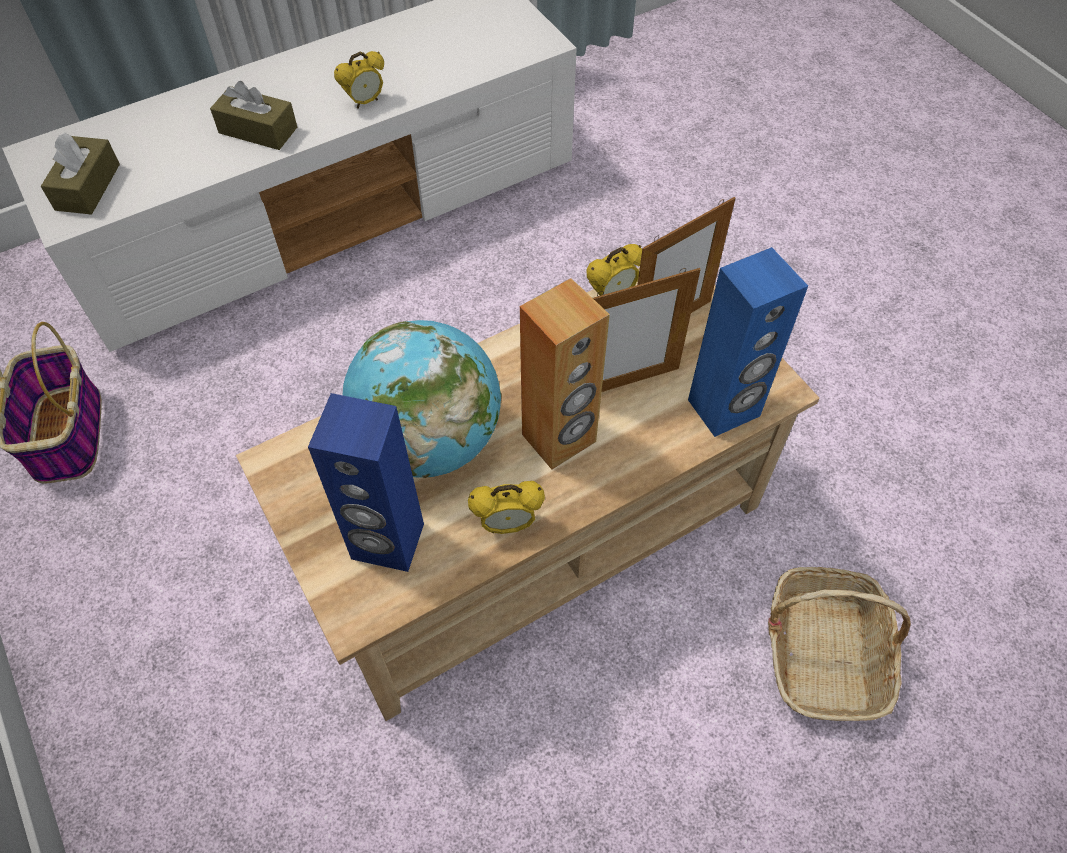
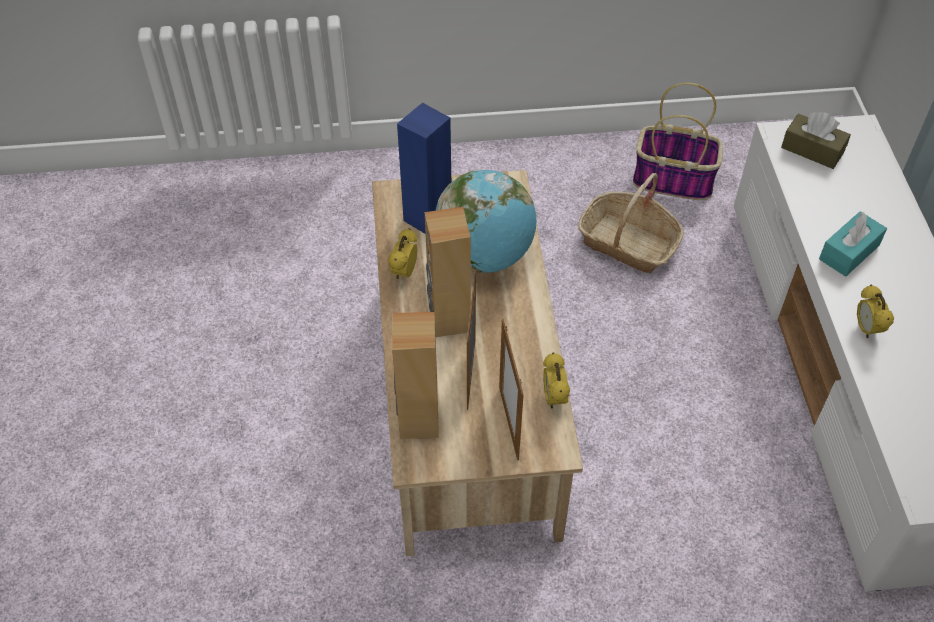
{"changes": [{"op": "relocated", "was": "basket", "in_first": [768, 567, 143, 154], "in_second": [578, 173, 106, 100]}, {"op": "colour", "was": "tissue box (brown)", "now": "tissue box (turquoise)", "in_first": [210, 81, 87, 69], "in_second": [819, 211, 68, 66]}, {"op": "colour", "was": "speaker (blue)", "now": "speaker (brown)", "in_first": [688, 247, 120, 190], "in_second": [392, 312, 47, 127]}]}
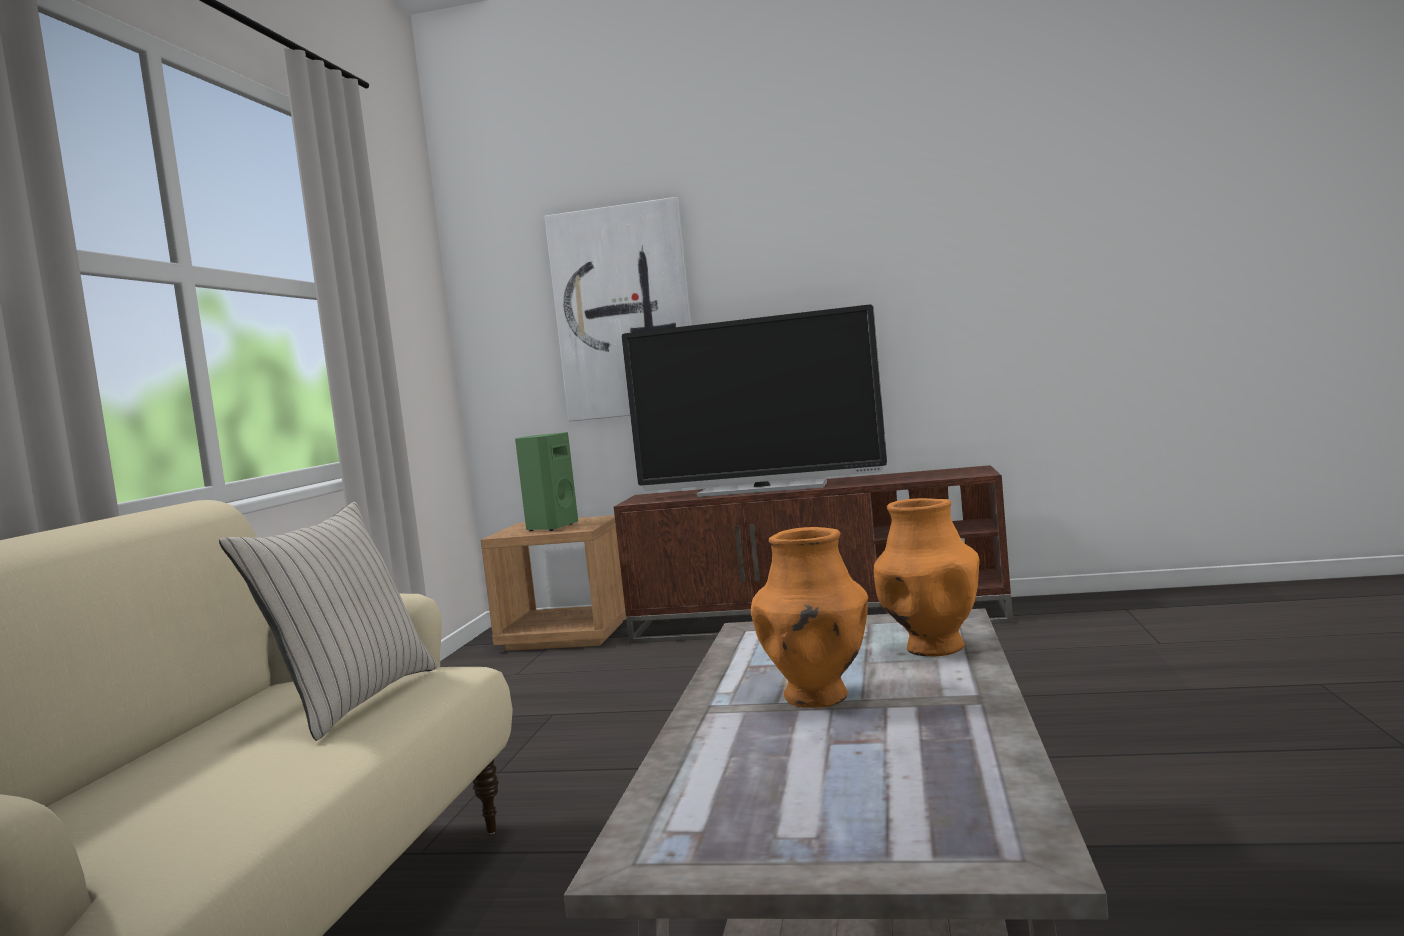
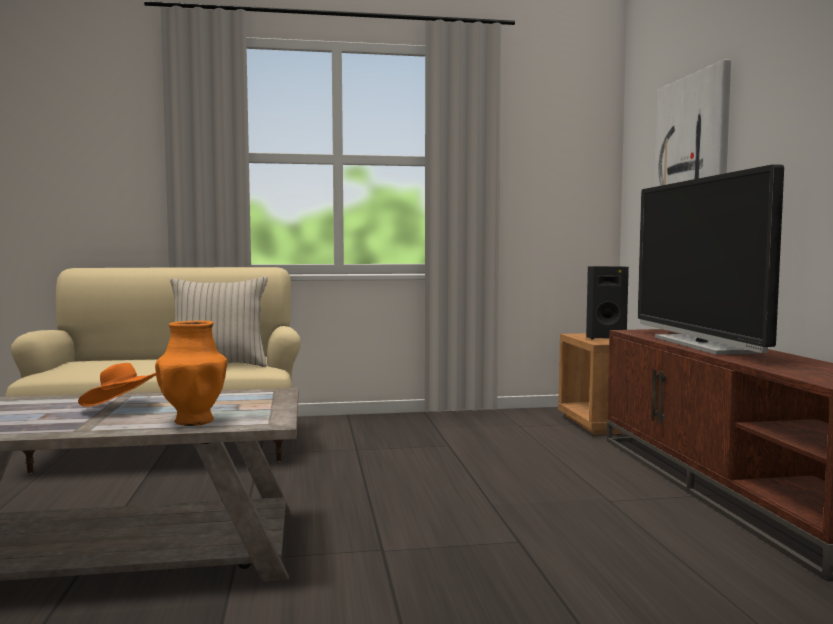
{"changes": [{"op": "exchanged", "was": "vase (orange)", "now": "hat (orange)", "in_first": [751, 527, 117, 181], "in_second": [78, 363, 78, 43]}, {"op": "colour", "was": "speaker (green)", "now": "speaker (black)", "in_first": [515, 432, 63, 99], "in_second": [586, 266, 43, 73]}]}
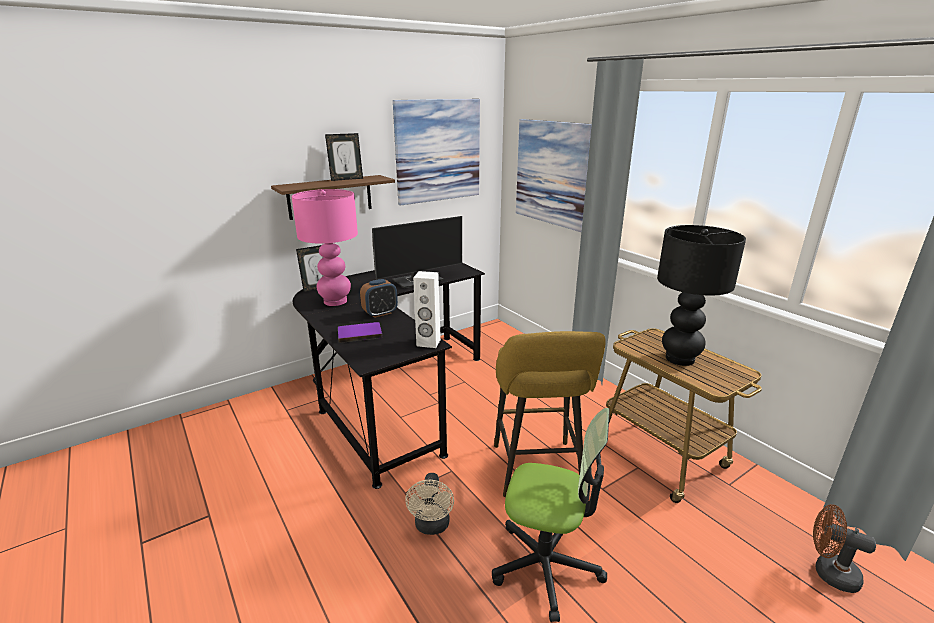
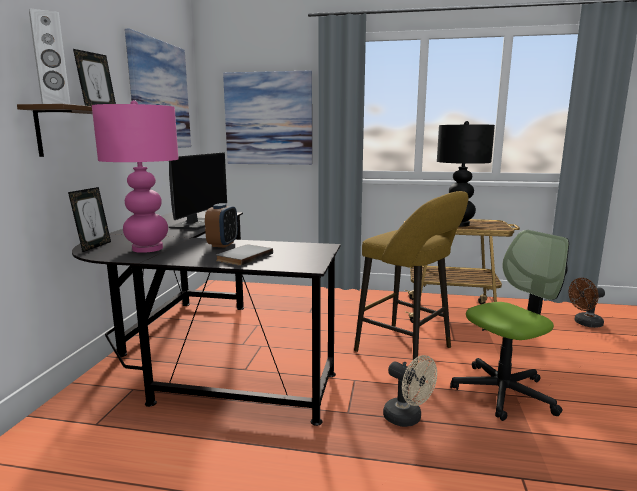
{"changes": [{"op": "relocated", "was": "speaker (white)", "in_first": [413, 271, 28, 77], "in_second": [29, 8, 41, 96]}, {"op": "colour", "was": "book (purple)", "now": "book (grey)", "in_first": [338, 322, 44, 21], "in_second": [216, 244, 57, 22]}]}
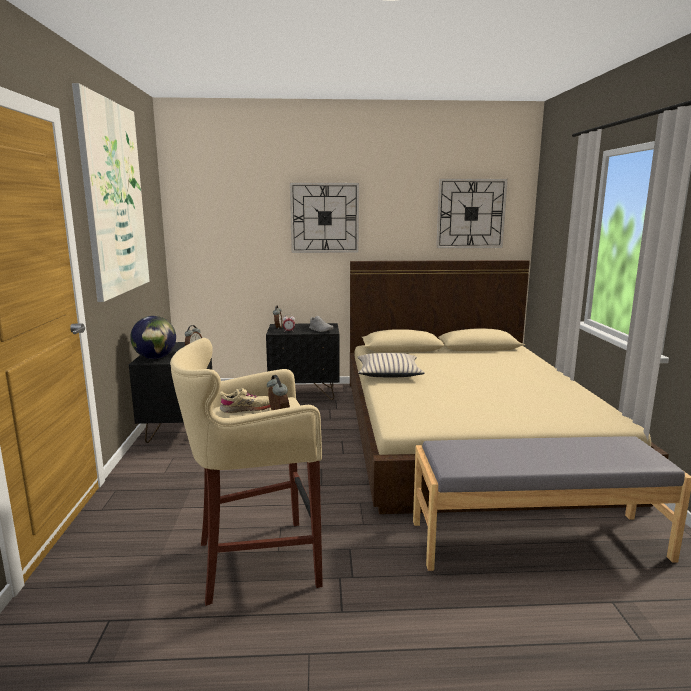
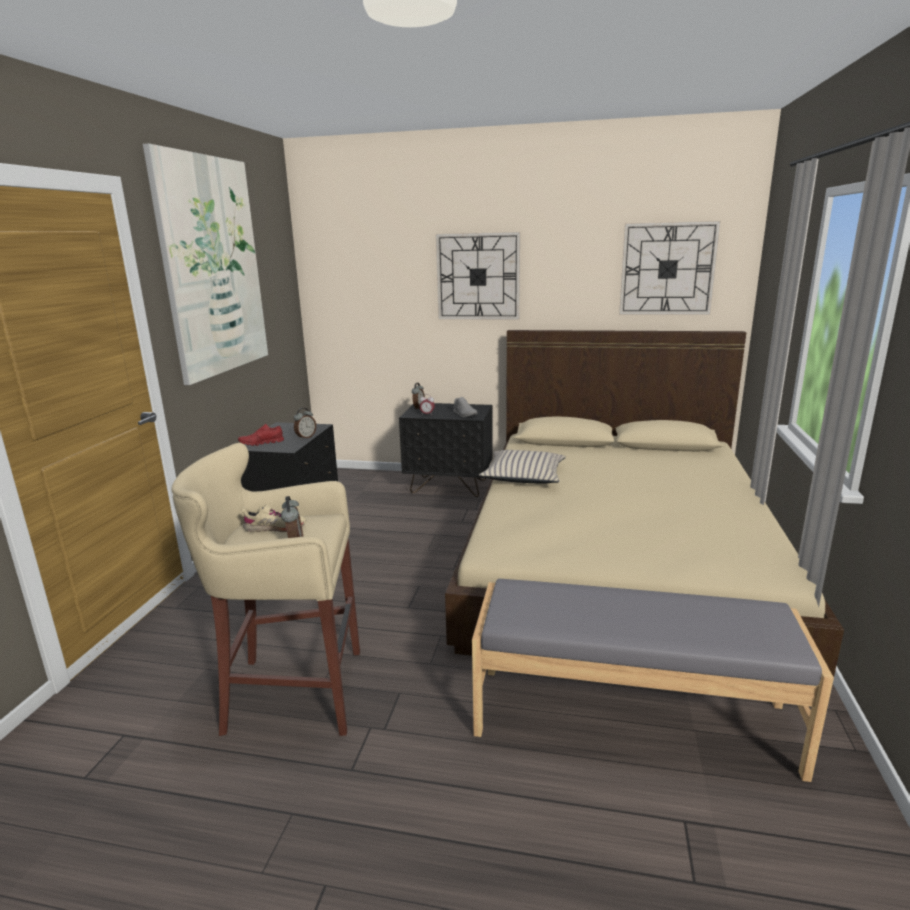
{"changes": [{"op": "exchanged", "was": "globe", "now": "shoe (red)", "in_first": [130, 316, 46, 43], "in_second": [238, 424, 46, 22]}]}
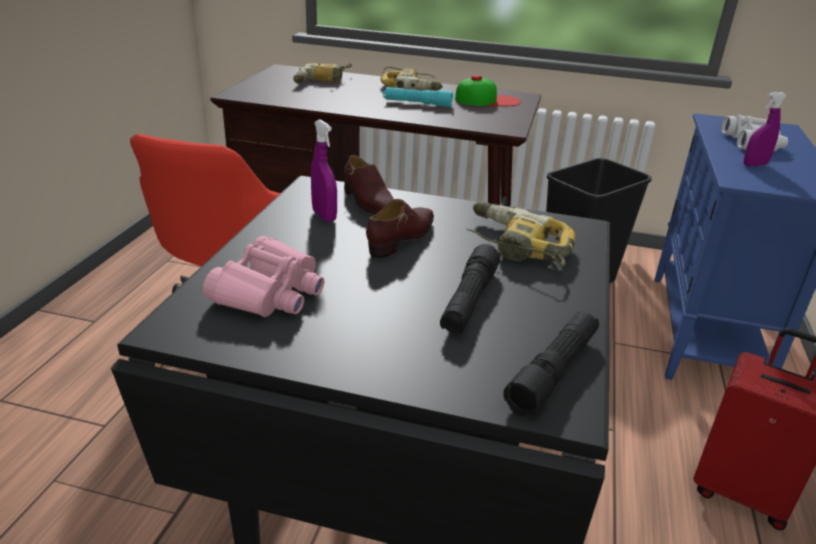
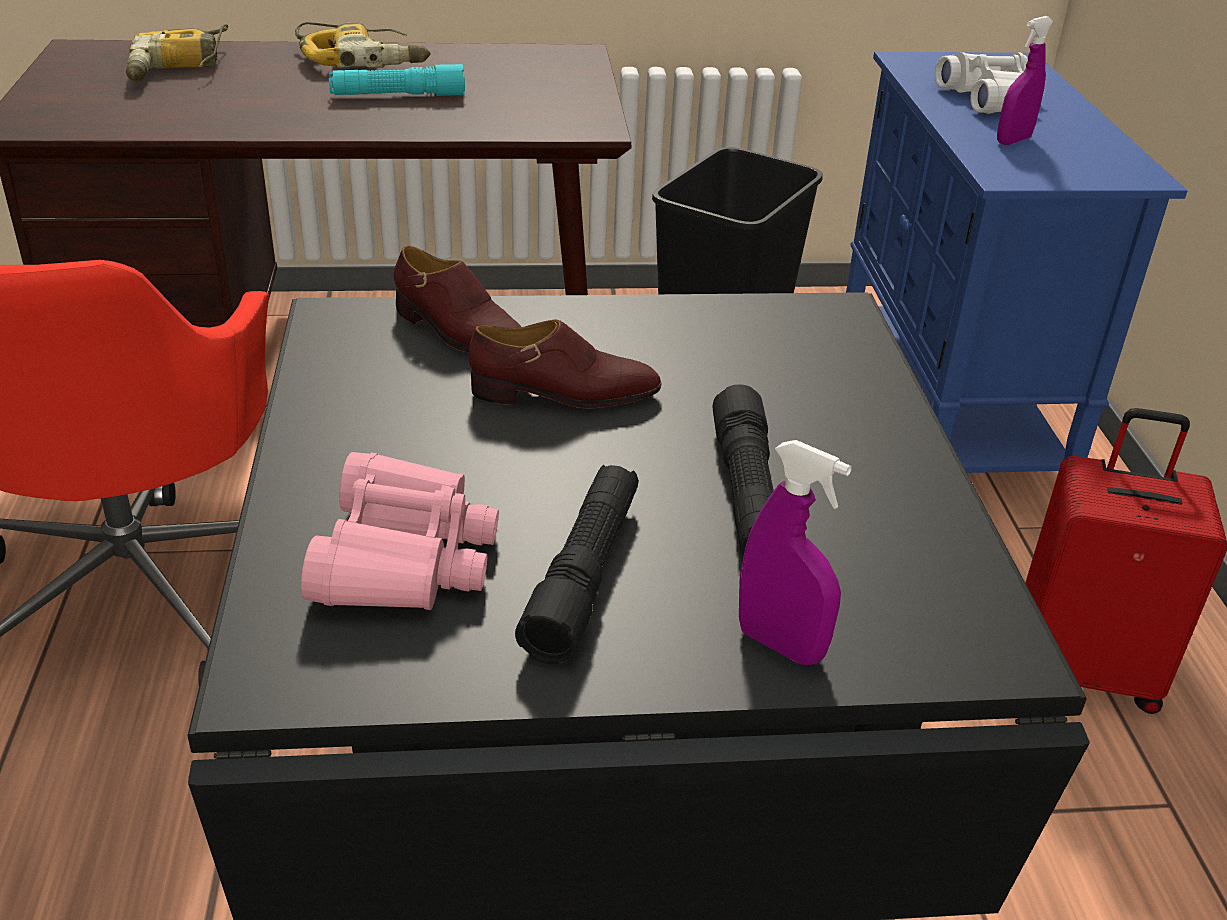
{"changes": [{"op": "missing", "was": "cap", "in_first": [455, 75, 66, 31]}, {"op": "missing", "was": "power drill", "in_first": [466, 201, 110, 66]}, {"op": "relocated", "was": "spray bottle (purple)", "in_first": [311, 119, 26, 103], "in_second": [739, 440, 113, 225]}, {"op": "relocated", "was": "flashlight (black)", "in_first": [503, 311, 96, 106], "in_second": [515, 465, 124, 199]}, {"op": "spun", "was": "shoe (brown)", "in_first": [366, 199, 68, 59], "in_second": [468, 319, 194, 89], "clockwise": 75}]}
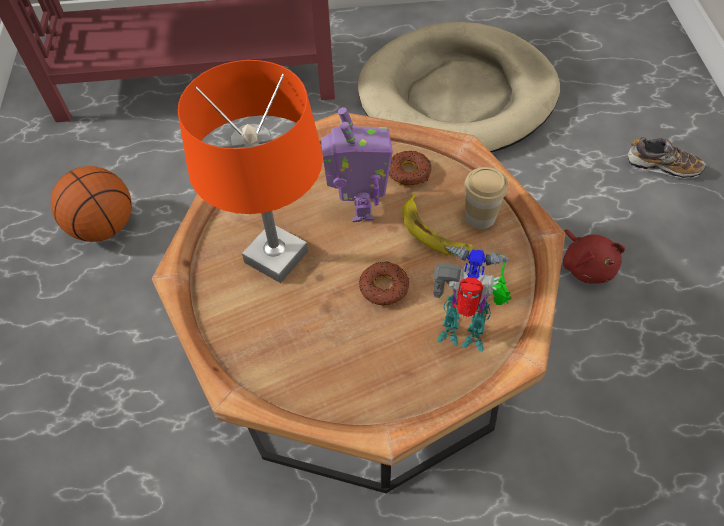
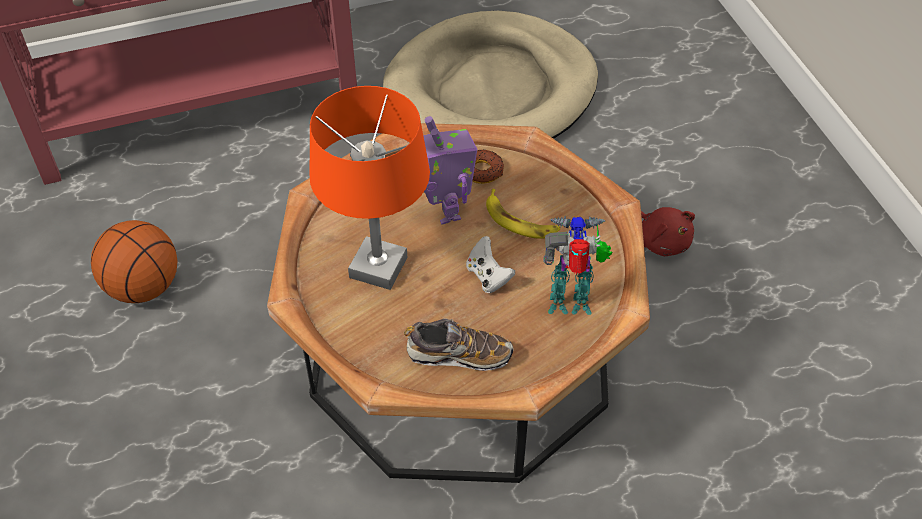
{"changes": [{"op": "missing", "was": "cup", "in_first": [464, 167, 44, 62]}, {"op": "relocated", "was": "shoe", "in_first": [628, 137, 78, 42], "in_second": [404, 318, 109, 53]}, {"op": "exchanged", "was": "donut", "now": "game controller (white)", "in_first": [359, 261, 50, 45], "in_second": [466, 236, 49, 57]}]}
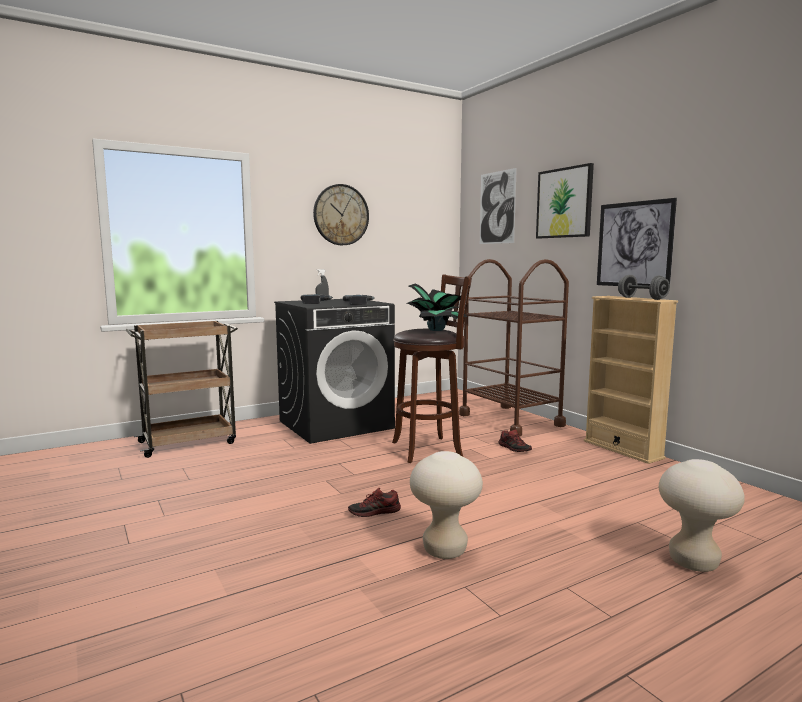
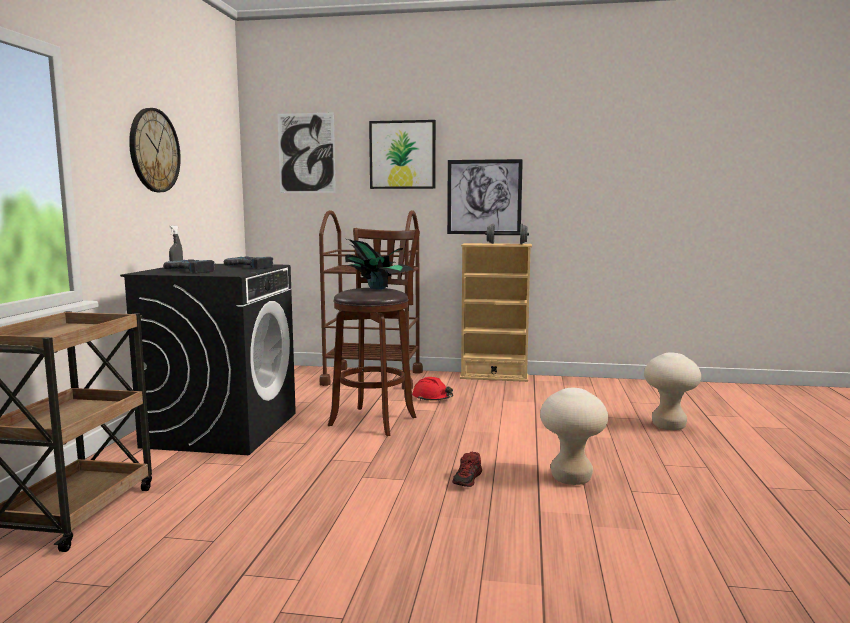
{"changes": [{"op": "exchanged", "was": "shoe", "now": "hard hat (red)", "in_first": [498, 430, 34, 22], "in_second": [412, 377, 41, 24]}]}
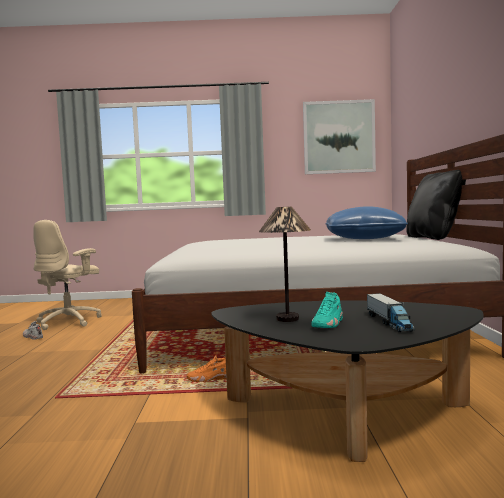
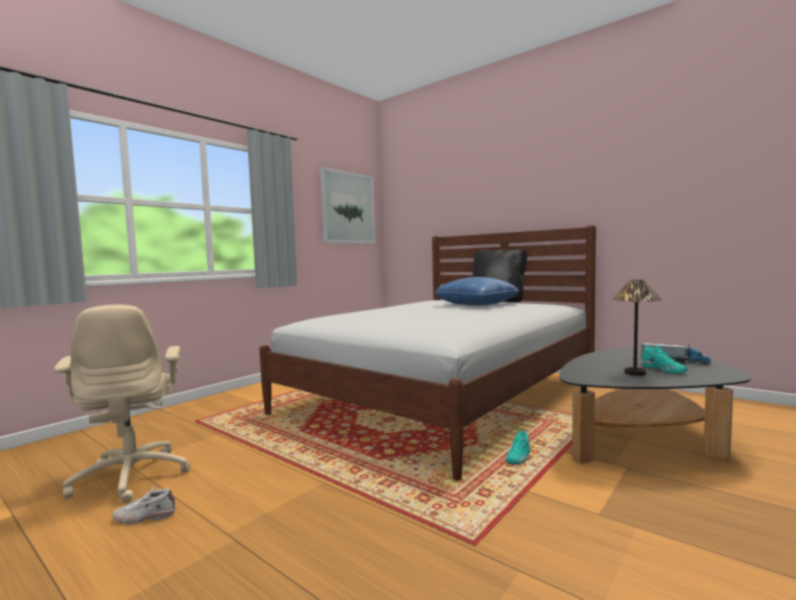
{"changes": [{"op": "colour", "was": "shoe (orange)", "now": "shoe (turquoise)", "in_first": [187, 356, 39, 26], "in_second": [506, 430, 24, 34]}]}
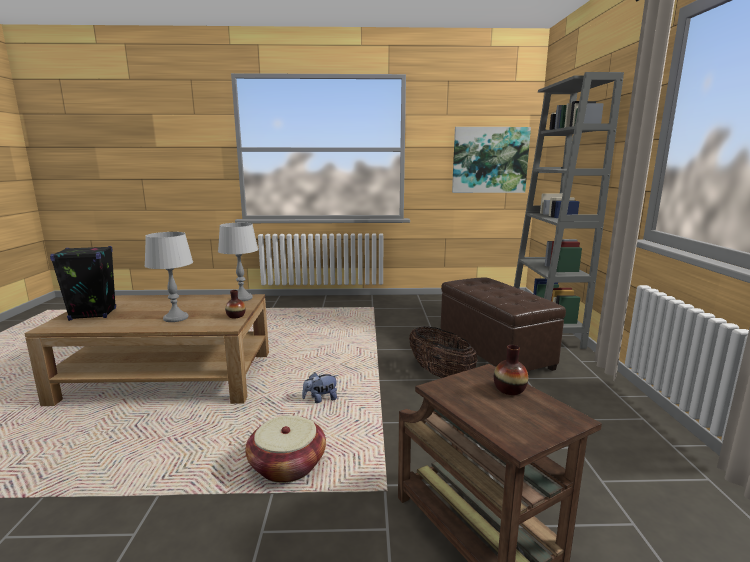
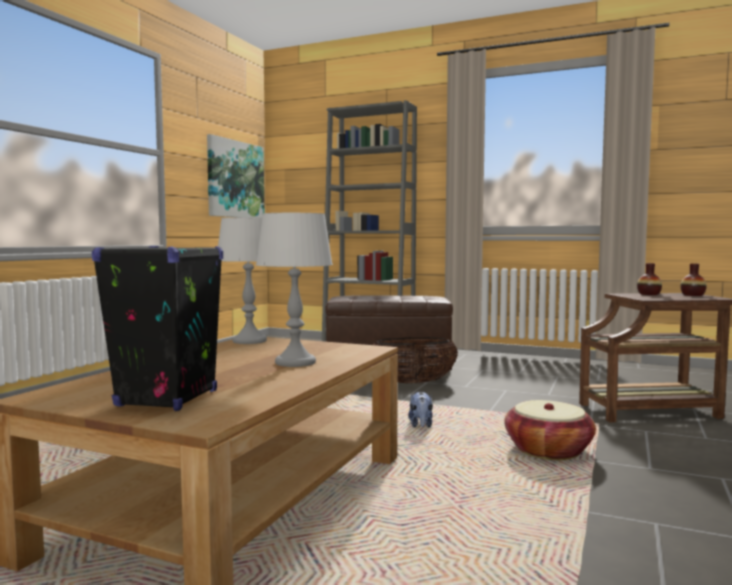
{"changes": [{"op": "relocated", "was": "vase", "in_first": [225, 290, 21, 28], "in_second": [680, 263, 27, 33]}]}
